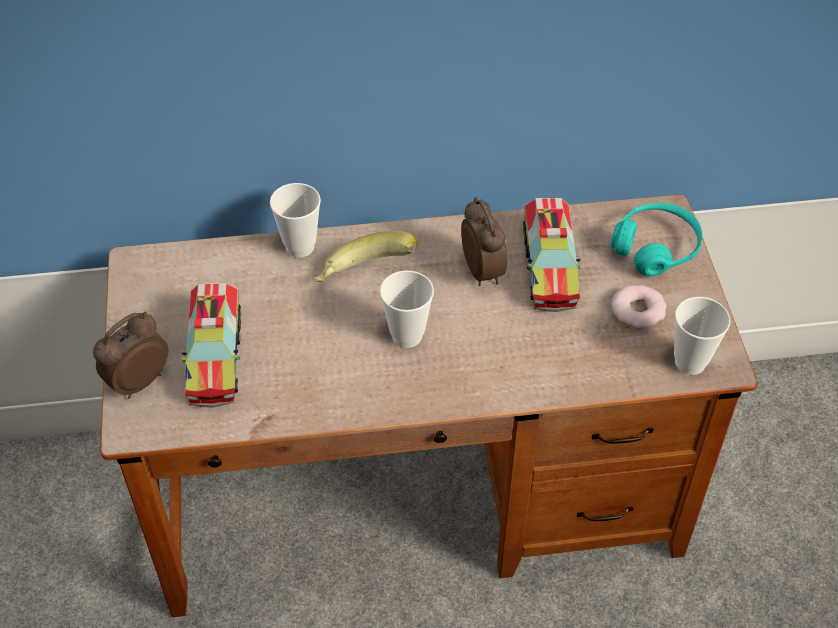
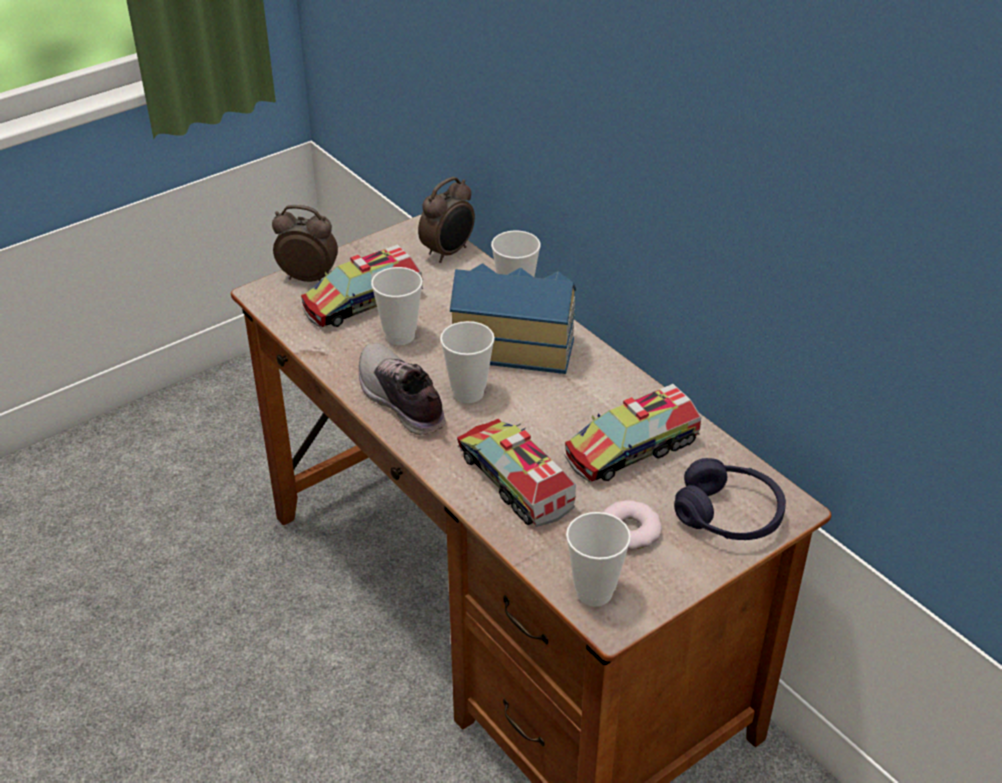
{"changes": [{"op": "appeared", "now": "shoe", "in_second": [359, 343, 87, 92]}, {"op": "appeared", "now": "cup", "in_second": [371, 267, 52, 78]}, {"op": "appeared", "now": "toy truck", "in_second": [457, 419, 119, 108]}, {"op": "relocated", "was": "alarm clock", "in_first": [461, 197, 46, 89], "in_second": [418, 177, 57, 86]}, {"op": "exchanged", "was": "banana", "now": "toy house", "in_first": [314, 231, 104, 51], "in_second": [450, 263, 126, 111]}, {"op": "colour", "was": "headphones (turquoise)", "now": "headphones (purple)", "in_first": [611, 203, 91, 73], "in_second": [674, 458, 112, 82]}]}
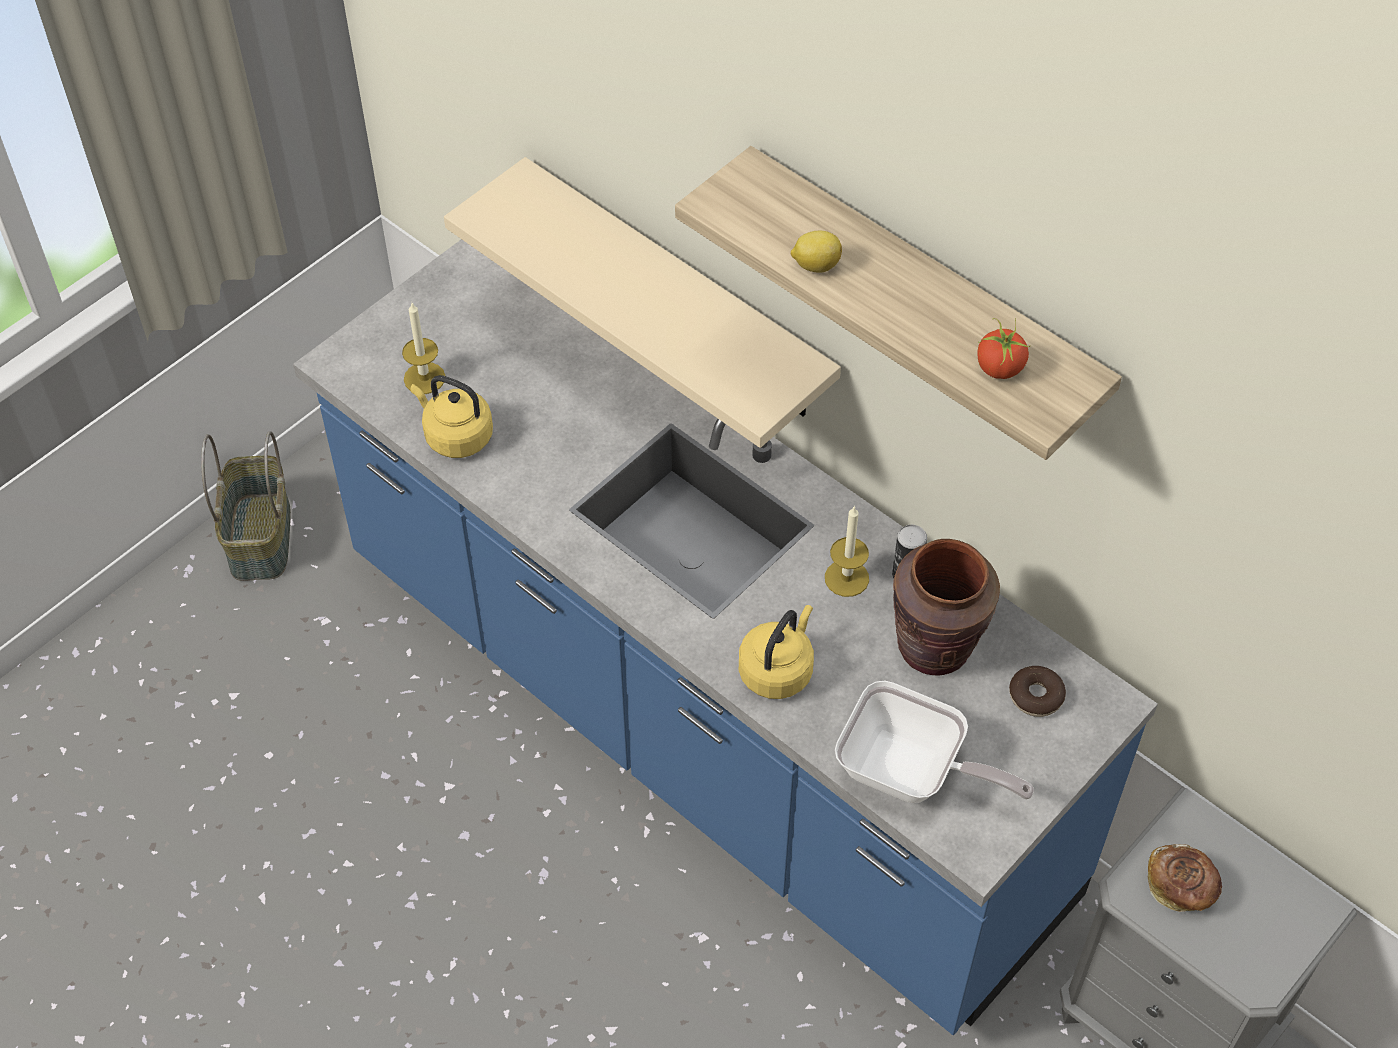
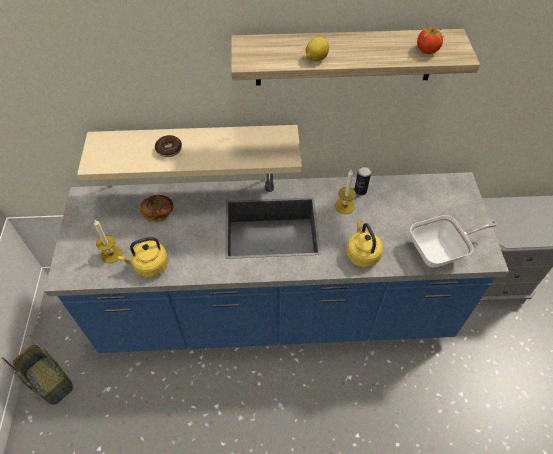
{"changes": [{"op": "missing", "was": "vase (brown)", "in_first": [893, 539, 107, 137]}, {"op": "relocated", "was": "donut", "in_first": [1009, 666, 57, 51], "in_second": [155, 135, 27, 22]}, {"op": "relocated", "was": "bread", "in_first": [1148, 844, 74, 68], "in_second": [139, 195, 34, 28]}]}
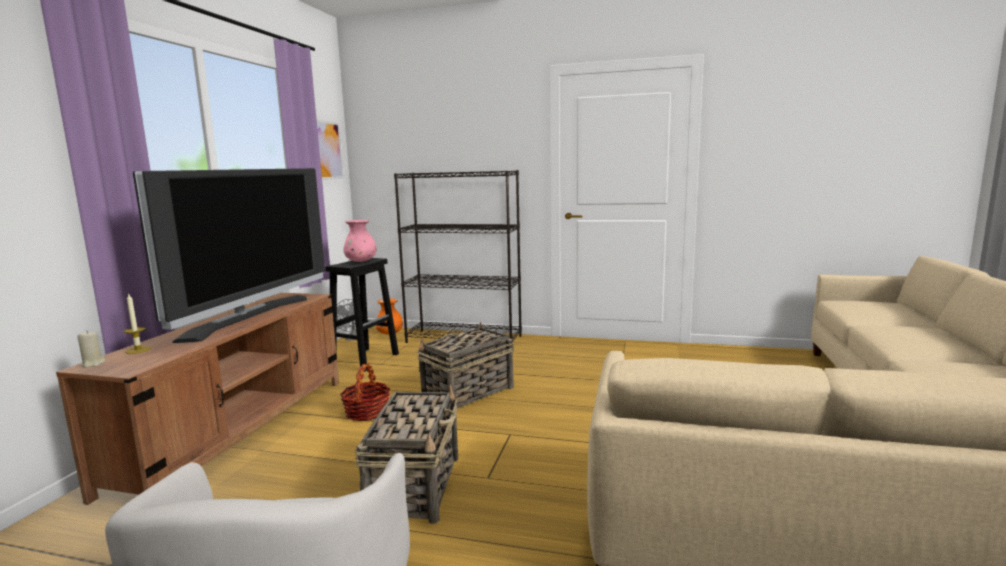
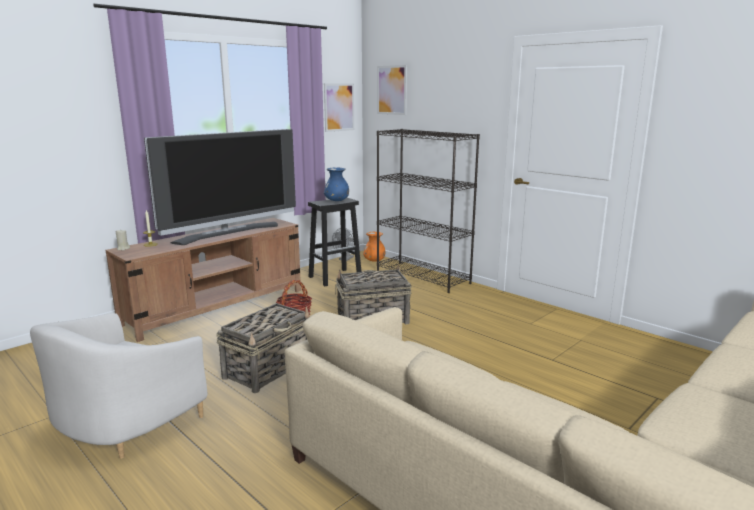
{"changes": [{"op": "appeared", "now": "picture", "in_second": [377, 65, 30, 50]}, {"op": "colour", "was": "vase (pink)", "now": "vase (blue)", "in_first": [343, 220, 34, 42], "in_second": [324, 167, 25, 34]}]}
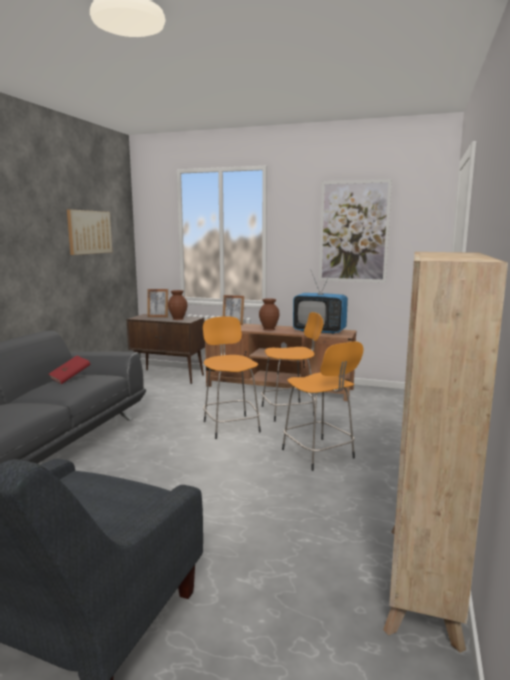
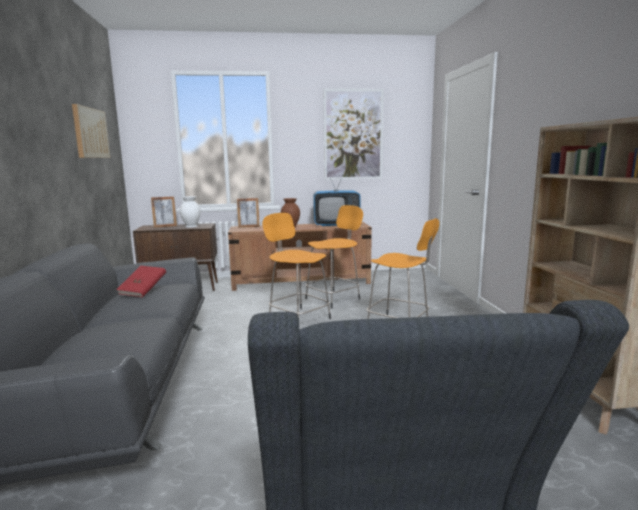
{"changes": [{"op": "colour", "was": "vase (brown)", "now": "vase (white)", "in_first": [168, 290, 19, 30], "in_second": [180, 196, 21, 31]}]}
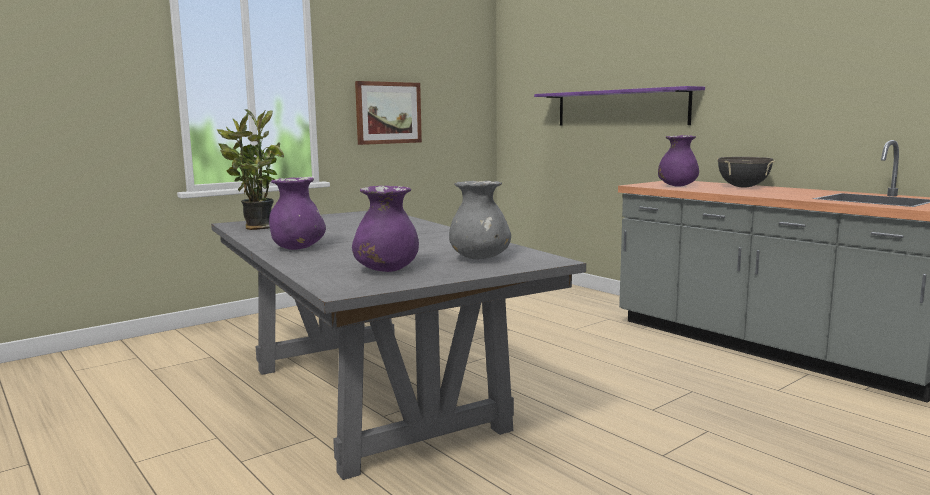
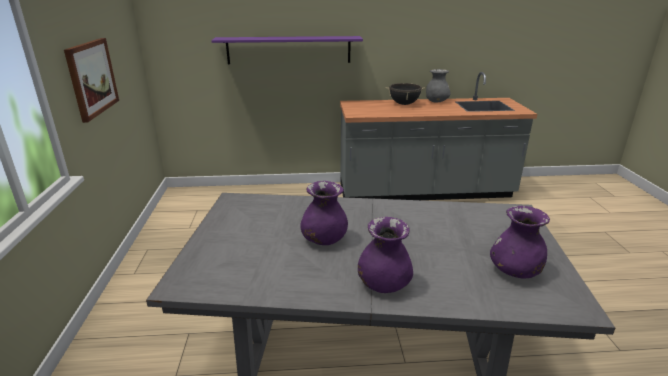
{"changes": [{"op": "missing", "was": "potted plant", "in_first": [217, 109, 67, 121]}, {"op": "relocated", "was": "vase (grey)", "in_first": [449, 181, 62, 78], "in_second": [426, 69, 25, 34]}, {"op": "relocated", "was": "vase (purple)", "in_first": [658, 135, 41, 52], "in_second": [300, 181, 48, 64]}]}
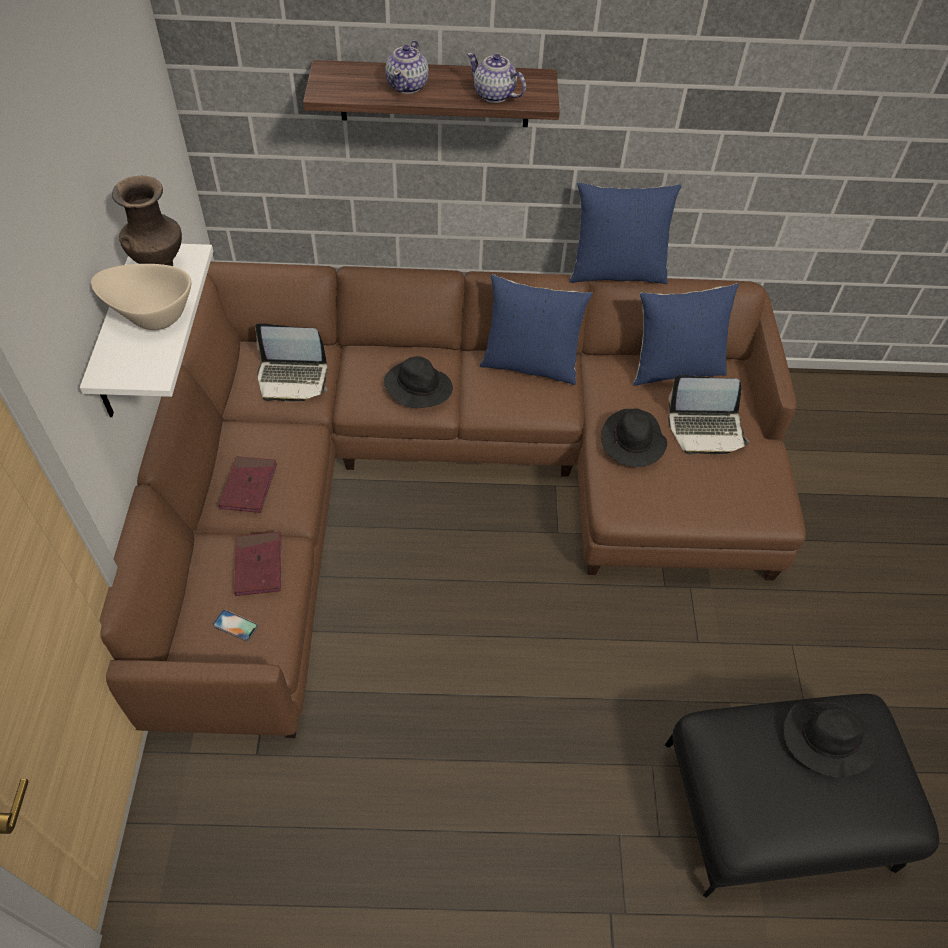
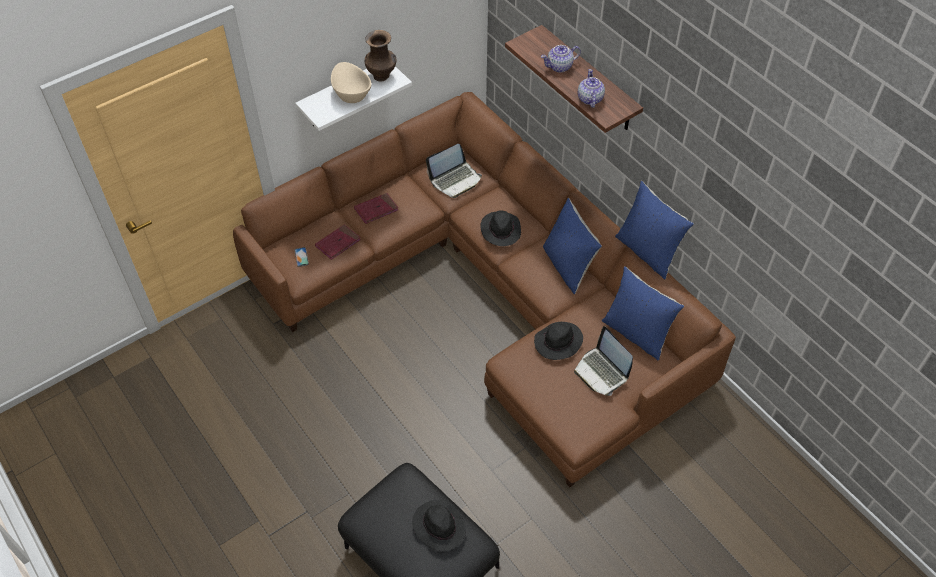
{"changes": [{"op": "spun", "was": "laptop", "in_first": [255, 323, 73, 79], "in_second": [426, 144, 56, 54], "clockwise": -90}]}
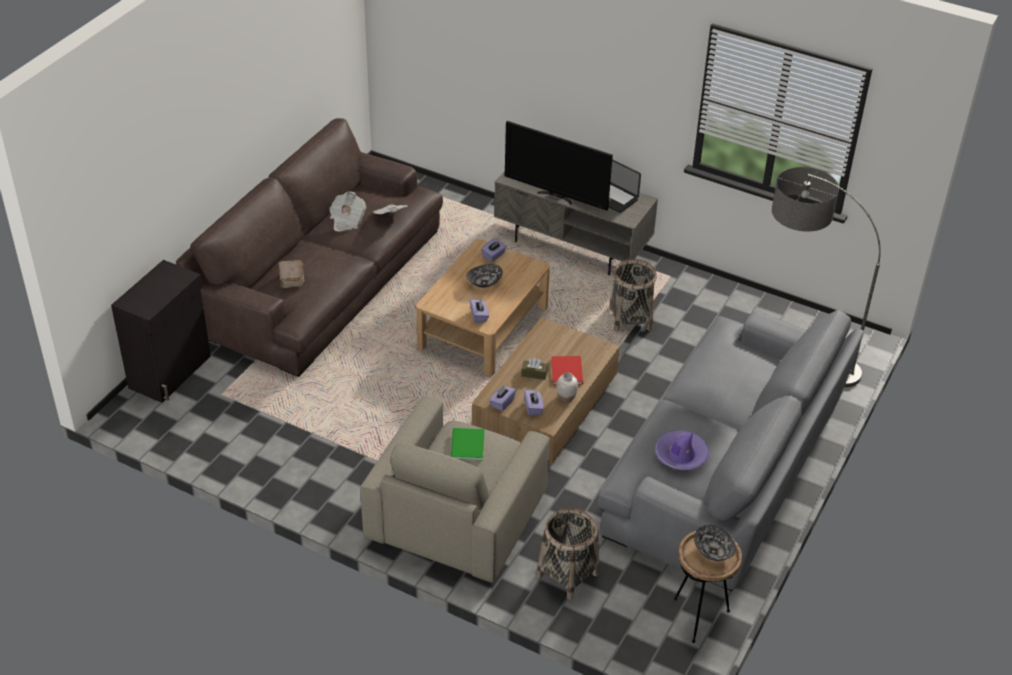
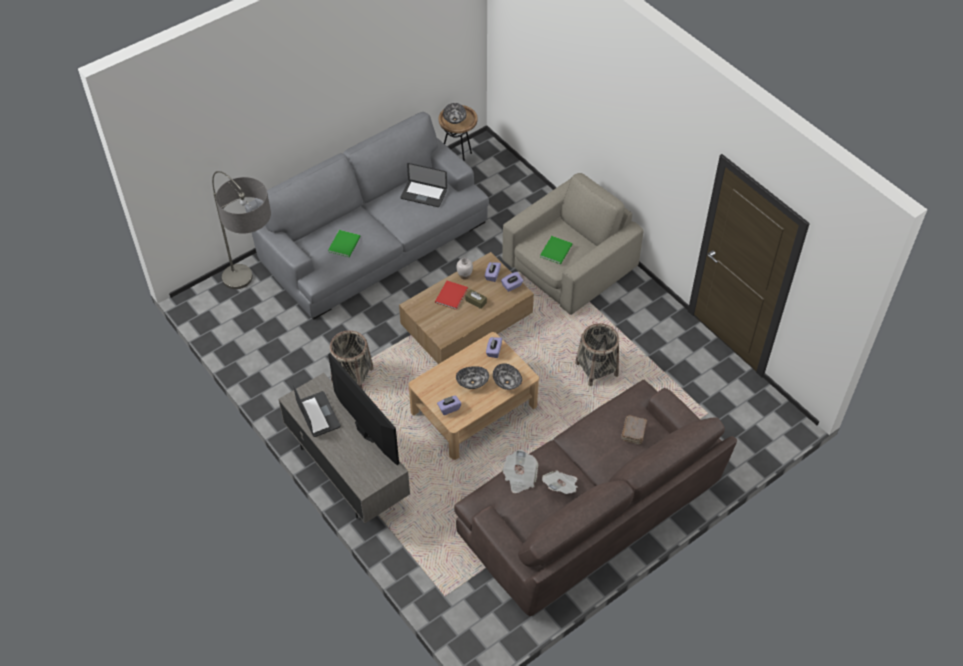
{"changes": [{"op": "missing", "was": "cabinet (black)", "in_first": [111, 260, 100, 143]}, {"op": "appeared", "now": "book (green)", "in_second": [328, 230, 33, 27]}, {"op": "appeared", "now": "bowl", "in_second": [493, 363, 29, 27]}, {"op": "relocated", "was": "basket", "in_first": [536, 508, 63, 92], "in_second": [575, 323, 44, 63]}, {"op": "exchanged", "was": "hat (purple)", "now": "laptop", "in_first": [655, 431, 54, 39], "in_second": [400, 163, 47, 44]}]}
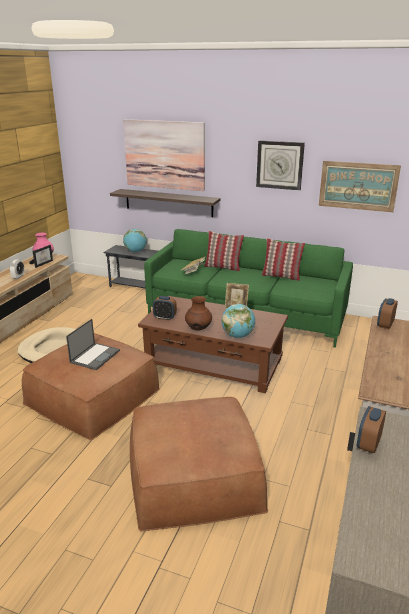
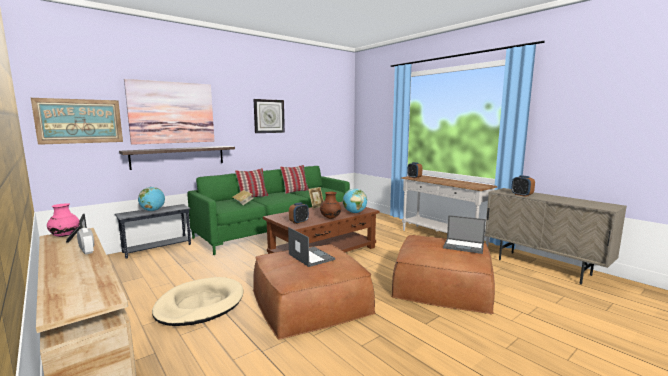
{"changes": [{"op": "appeared", "now": "laptop", "in_second": [443, 215, 43, 39]}, {"op": "relocated", "was": "picture", "in_first": [319, 161, 82, 51], "in_second": [31, 98, 92, 47]}]}
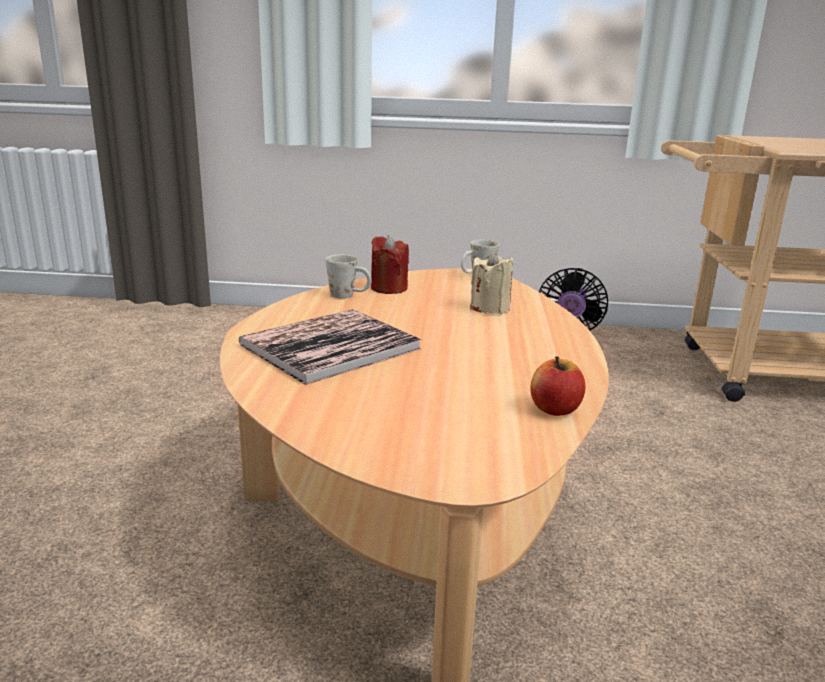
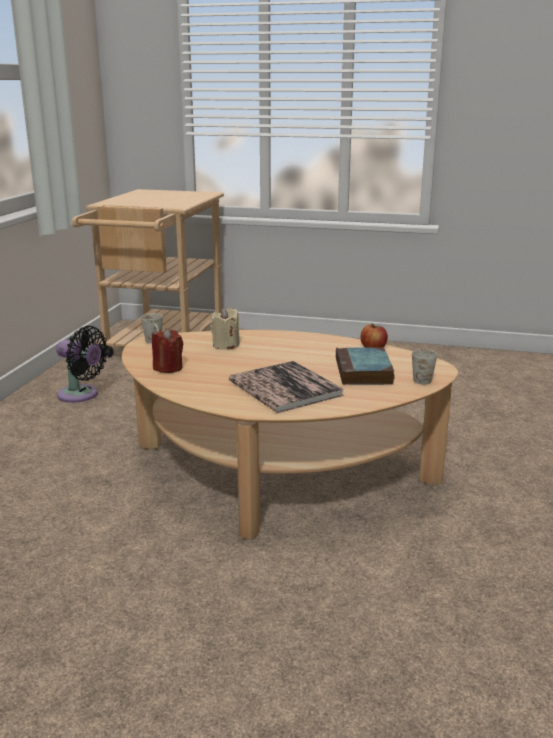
{"changes": [{"op": "appeared", "now": "book", "in_second": [336, 347, 59, 38]}, {"op": "relocated", "was": "mug (white)", "in_first": [325, 255, 47, 44], "in_second": [412, 349, 25, 35]}]}
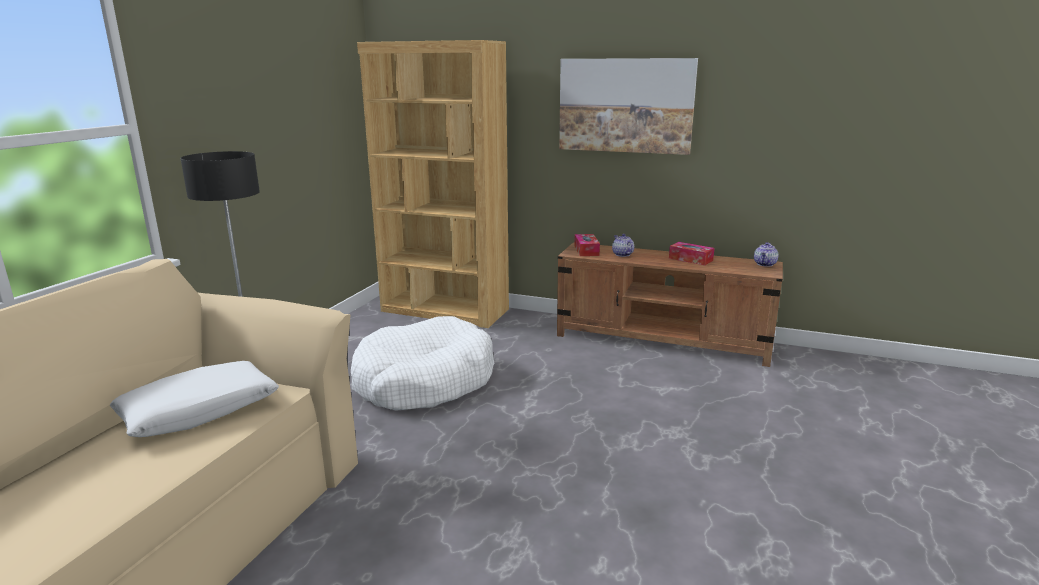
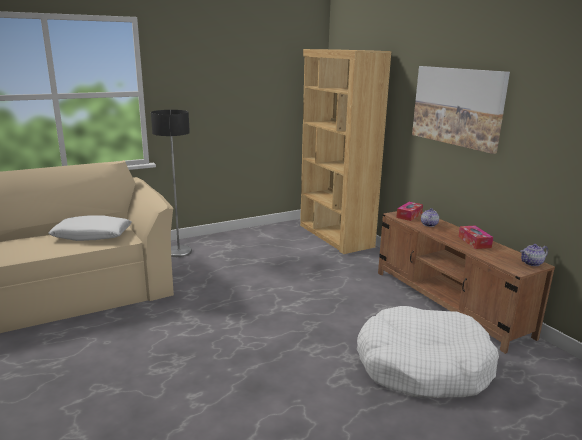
{"changes": [{"op": "relocated", "was": "dog bed (white)", "in_first": [351, 316, 143, 95], "in_second": [357, 306, 142, 92]}]}
